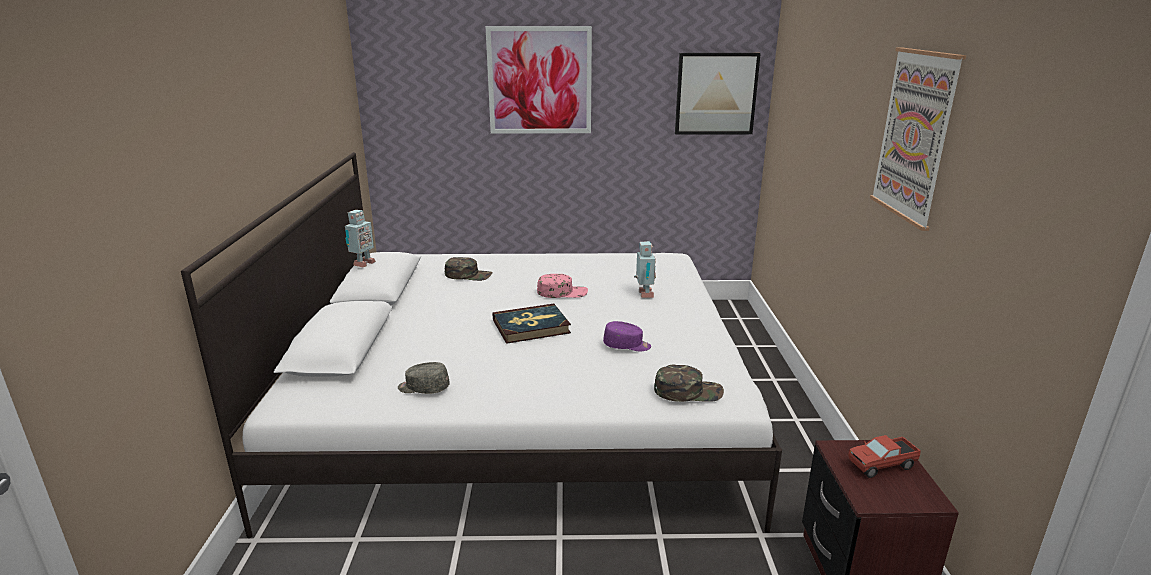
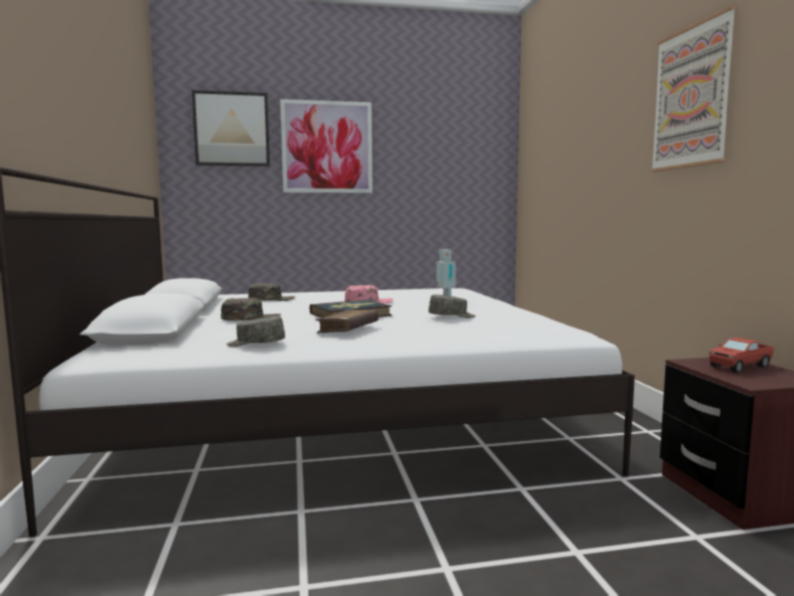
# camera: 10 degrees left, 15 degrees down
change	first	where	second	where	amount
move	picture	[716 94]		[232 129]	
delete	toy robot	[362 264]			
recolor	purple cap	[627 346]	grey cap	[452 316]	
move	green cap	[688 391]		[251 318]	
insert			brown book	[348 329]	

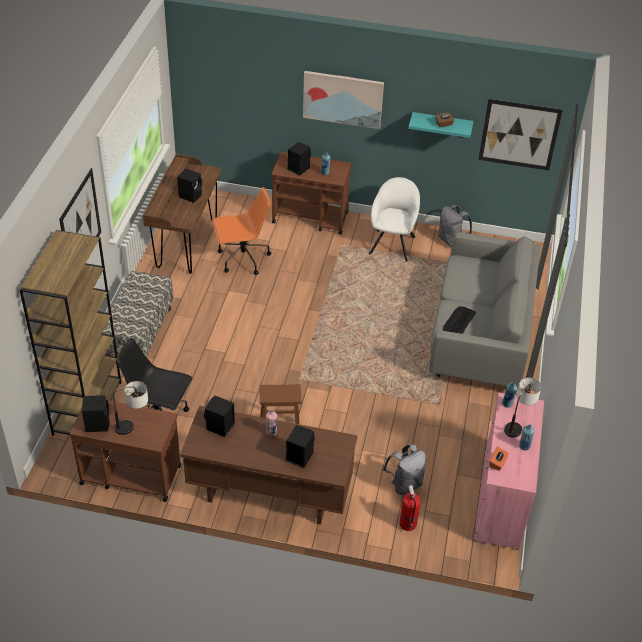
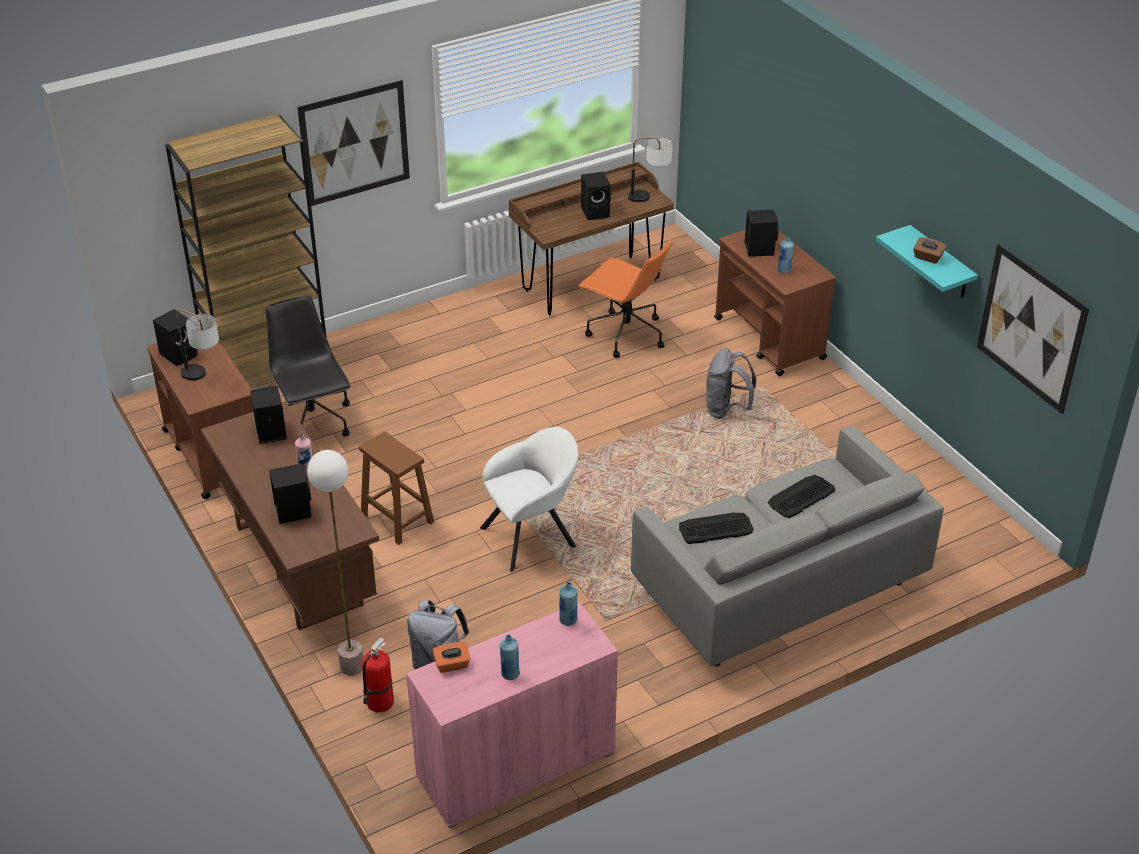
# camera: 50 degrees right, 5 degrees down
change	first	where	second	where	amount
delete	picture	[343 99]			
move	white armchair	[392 243]		[533 535]	
move	grey backpack	[451 240]		[726 409]	
delete	bench	[139 334]			
move	table lamp	[517 424]		[649 196]	
insert			floor lamp	[352 666]	
insert			keyboard	[801 497]	

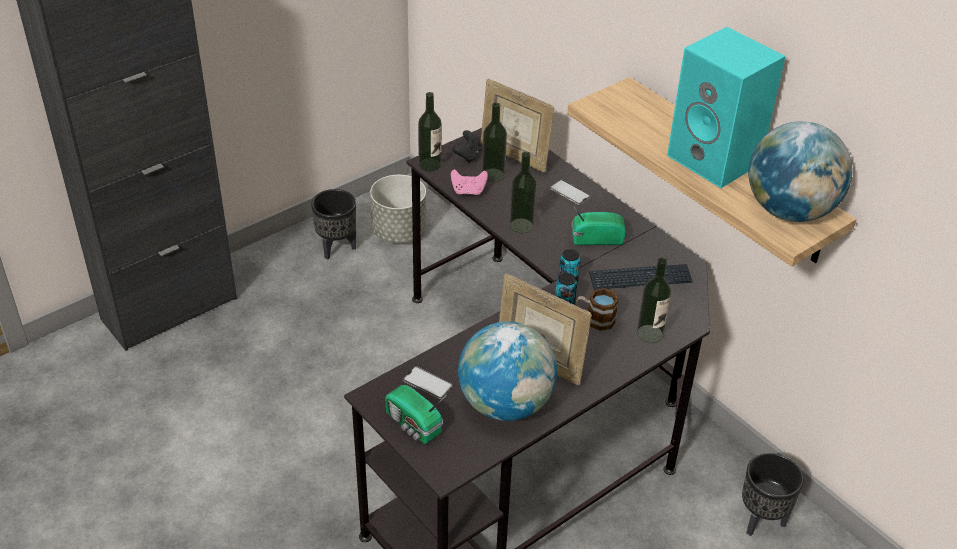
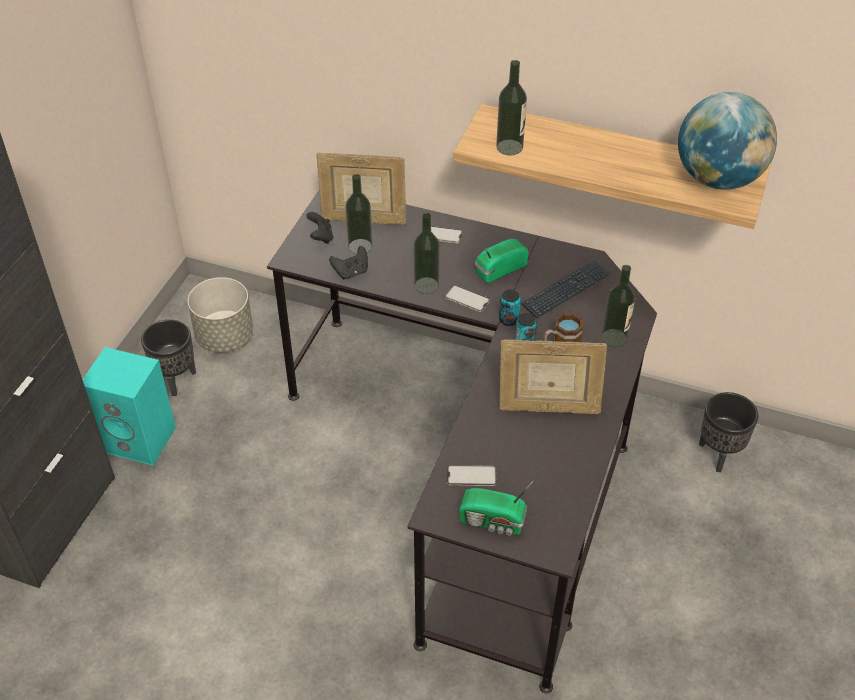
# camera: 30 degrees left, 5 degrees up
change	first	where	second	where	amount
move	turquoise speaker	[716 160]		[141 439]	
move	bottle	[430 164]		[509 147]	
recolor	pink game controller	[468 191]	black game controller	[351 272]	
delete	globe	[505 404]			
insert			phone	[467 299]	

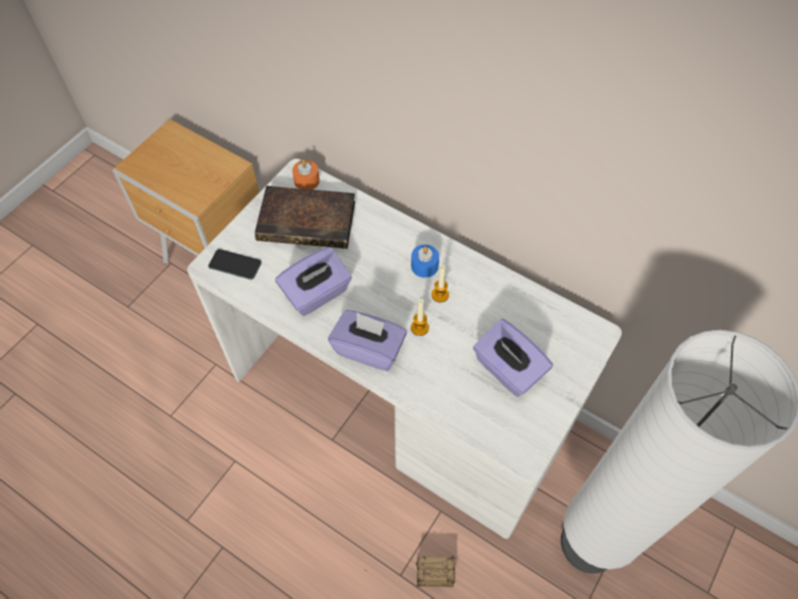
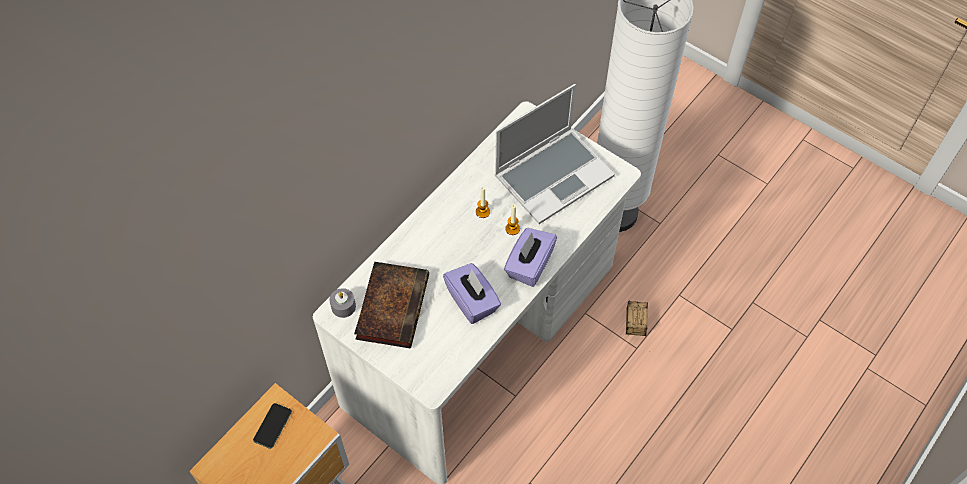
# camera: 85 degrees left, 0 degrees up
change	first	where	second	where	amount
recolor	orange candle	[306 181]	grey candle	[343 306]	
delete	blue candle	[424 266]			
move	phone	[235 265]		[272 426]	
replace	purple tissue box	[507 369]	laptop	[553 175]	

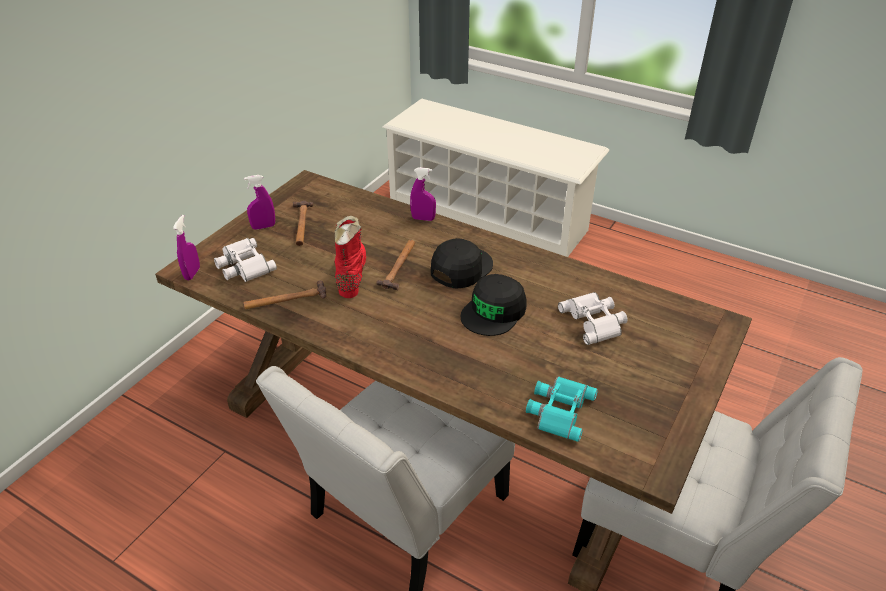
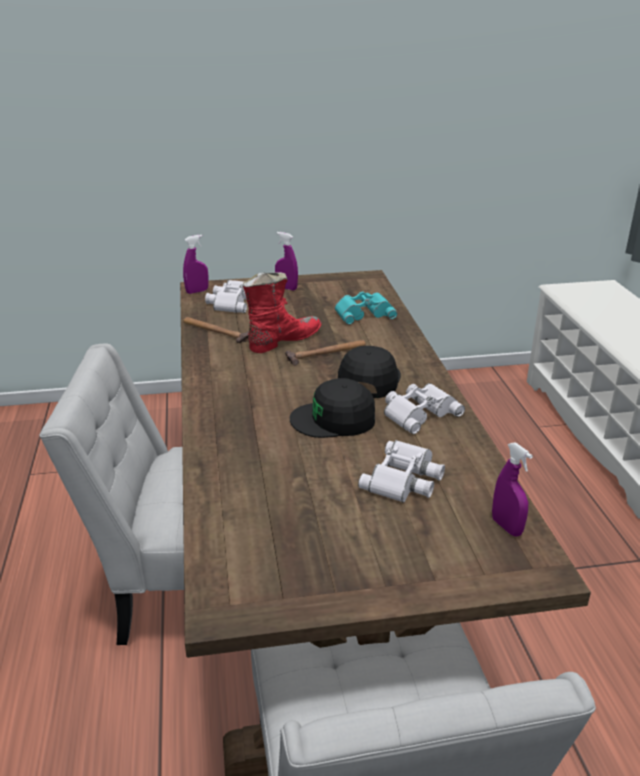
# camera: 50 degrees right, 10 degrees down
change	first	where	second	where	amount
move	purple spray bottle	[423 219]		[506 527]	
delete	hammer	[301 224]			
rotate	black cap	[461 268]		[369 379]	75 degrees counterclockwise
move	turquoise binoculars	[559 410]		[363 313]	
insert			white binoculars	[418 412]	

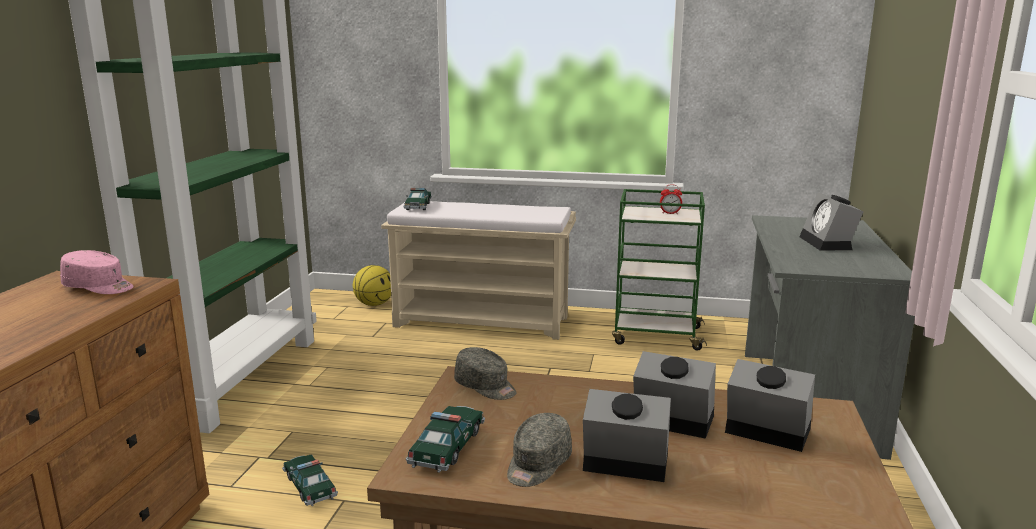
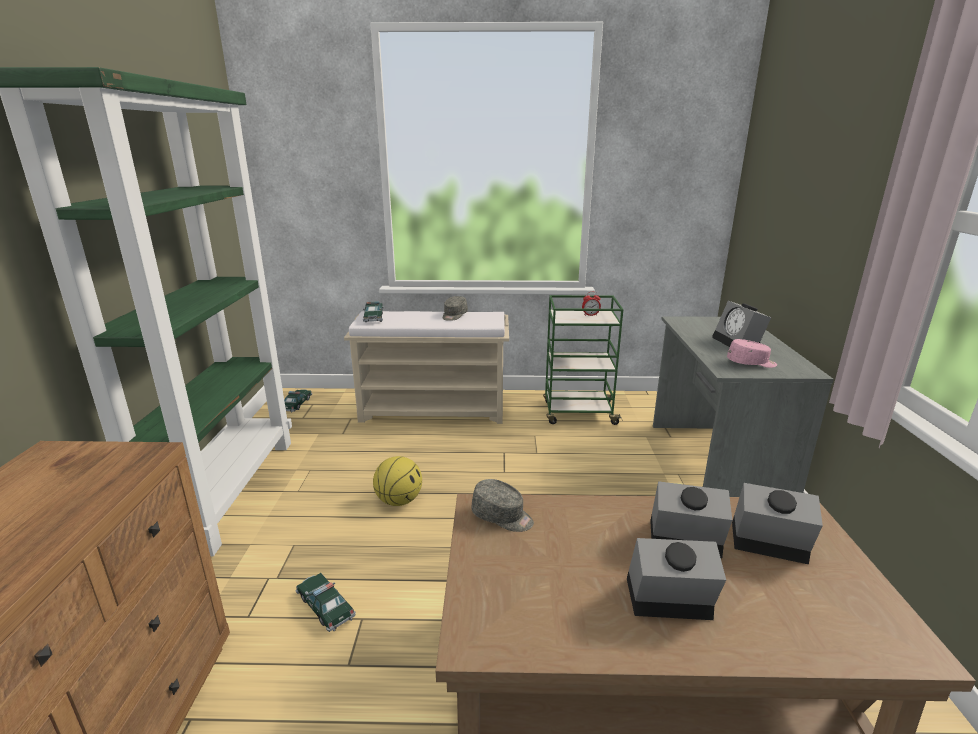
# camera: 10 degrees left, 5 degrees up
change	first	where	second	where	amount
move	pink cap	[99 287]		[751 363]	
move	basketball	[374 304]		[399 500]	
move	toy car	[447 447]		[296 404]	
move	grey cap	[537 465]		[454 315]	

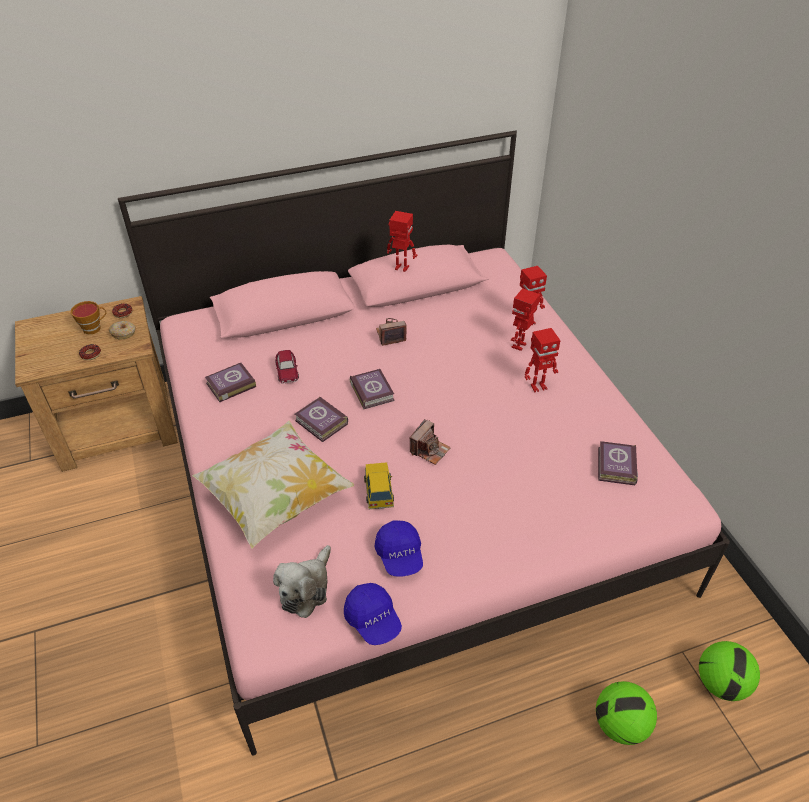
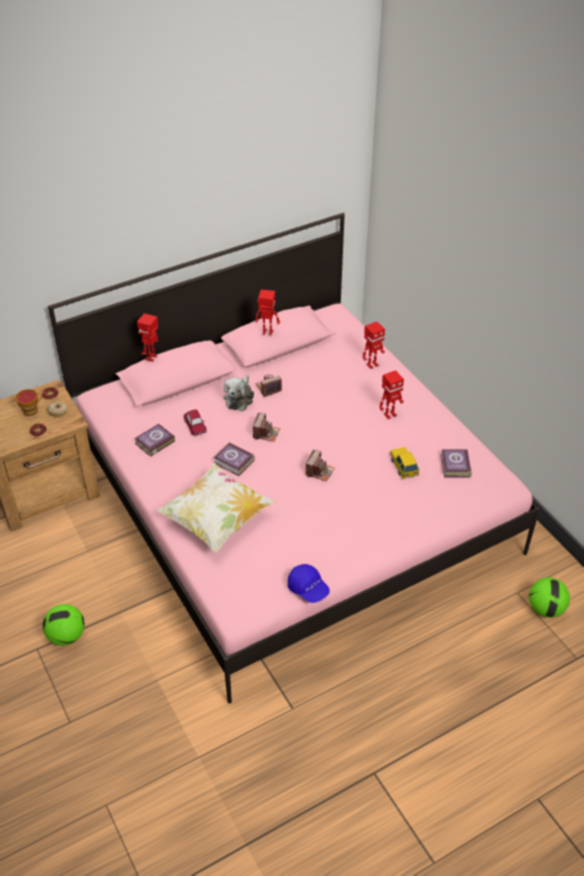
# camera: 10 degrees left, 0 degrees up
change	first	where	second	where	amount
move	toy robot	[519 346]		[152 358]	
replace	book	[372 391]	photo camera	[266 433]	
move	toy car	[378 489]		[403 465]	
delete	blue cap	[400 555]			
move	plush toy	[306 588]		[239 398]	
move	football	[619 724]		[66 636]	

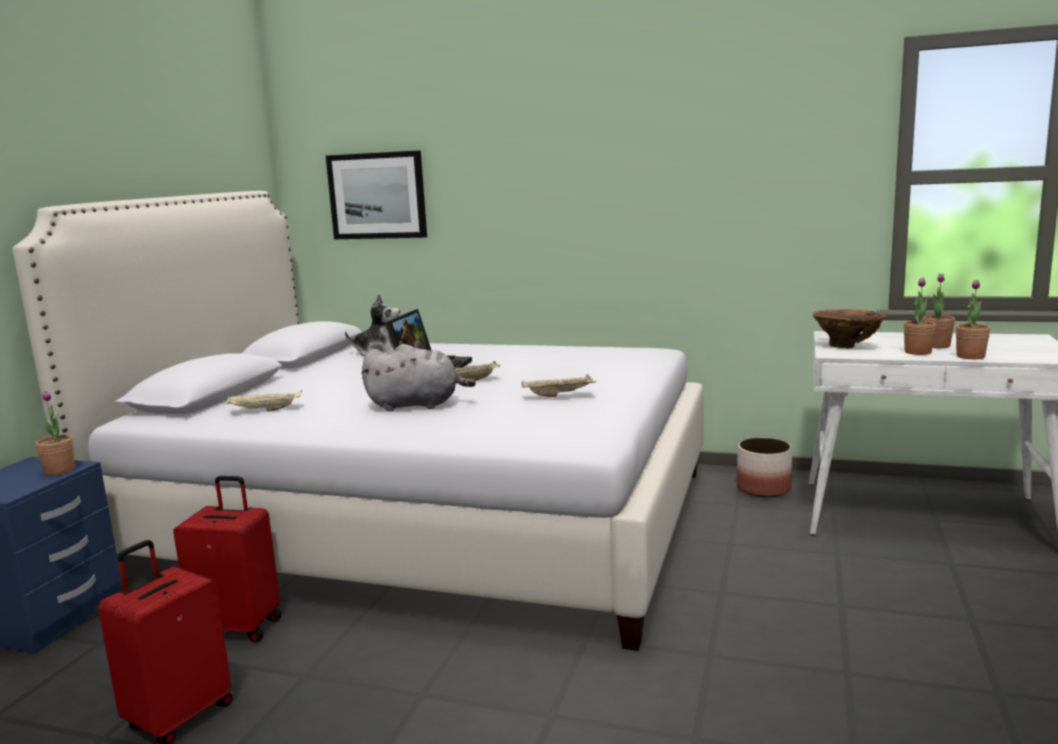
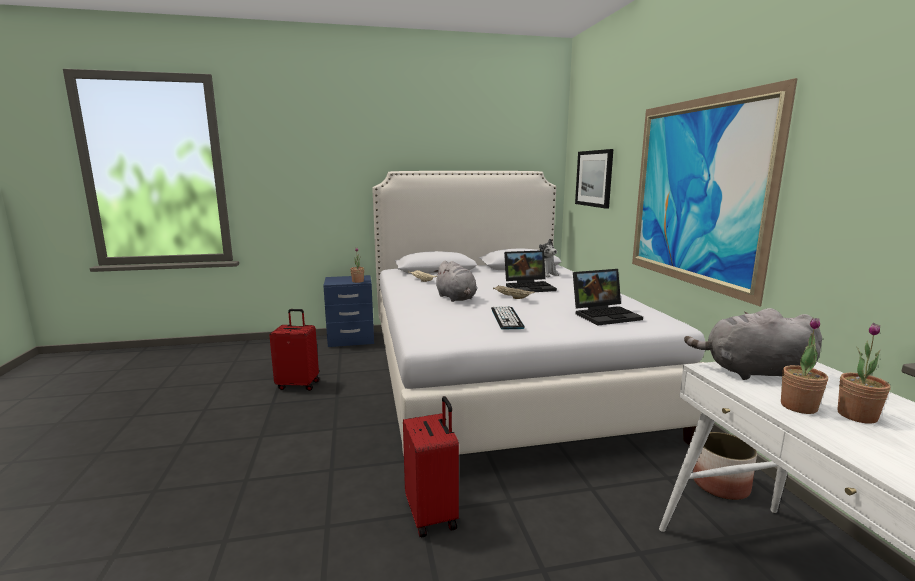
# camera: 60 degrees right, 0 degrees up
change	first	where	second	where	amount
delete	potted plant	[970 356]			
replace	brown vase	[847 347]	grey plush toy	[753 372]	
replace	beige tray	[559 395]	keyboard	[506 318]	
move	red suitcase	[239 626]		[433 514]	
insert			picture	[695 193]	
insert			laptop	[606 315]	

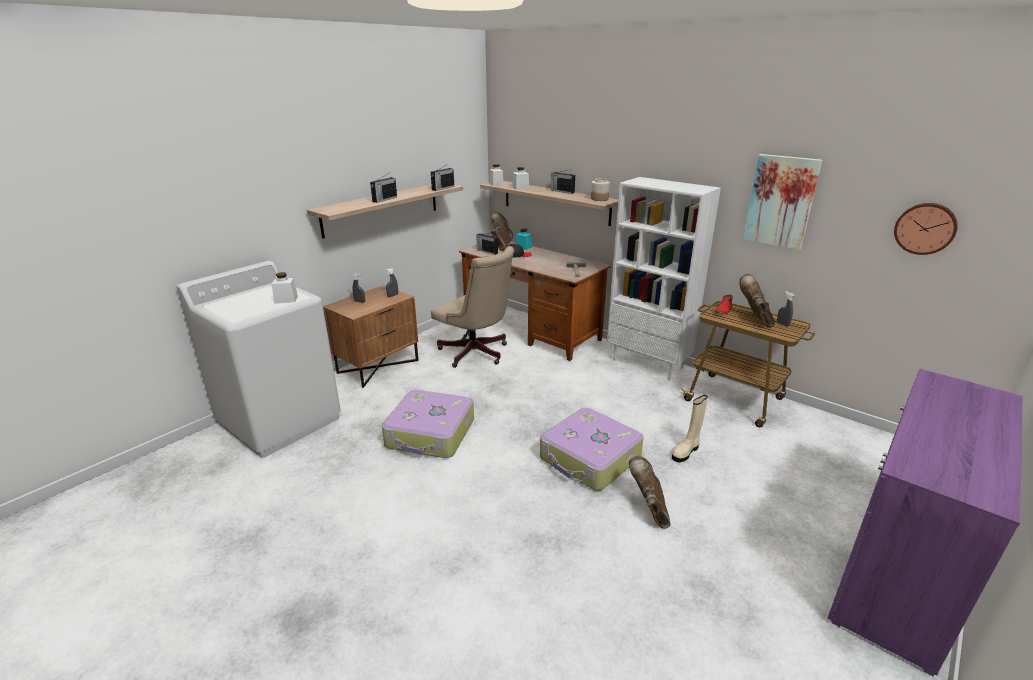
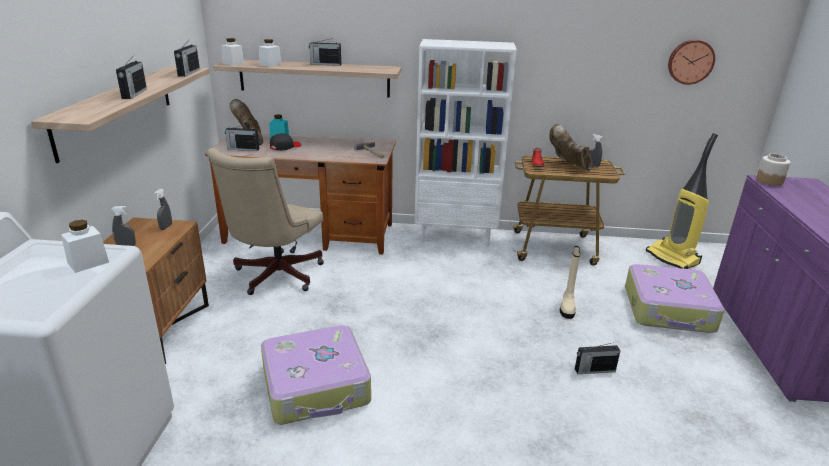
# camera: 35 degrees left, 0 degrees up
change	first	where	second	where	amount
delete	picture	[781 201]			
move	jar	[599 199]		[769 181]	
rotate	beige office chair	[476 354]		[274 276]	105 degrees clockwise
move	suitcase	[590 459]		[669 310]	
replace	brown boot	[649 508]	radio	[594 370]	
insert			vacuum cleaner	[673 258]	

